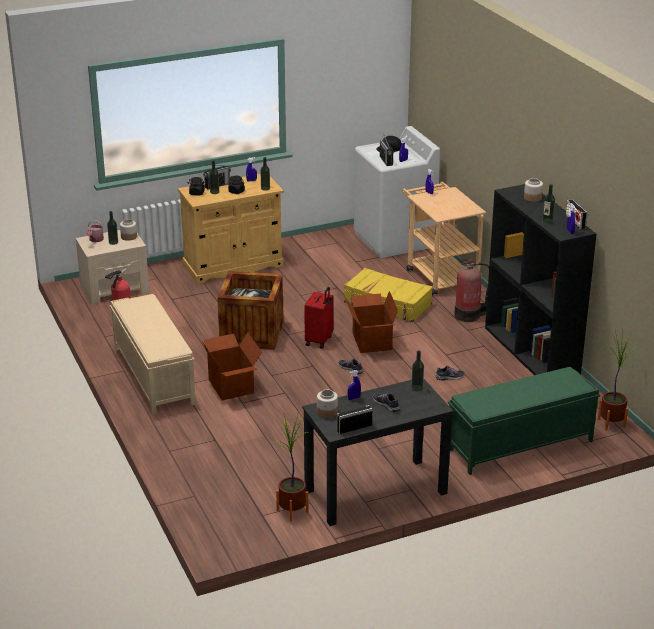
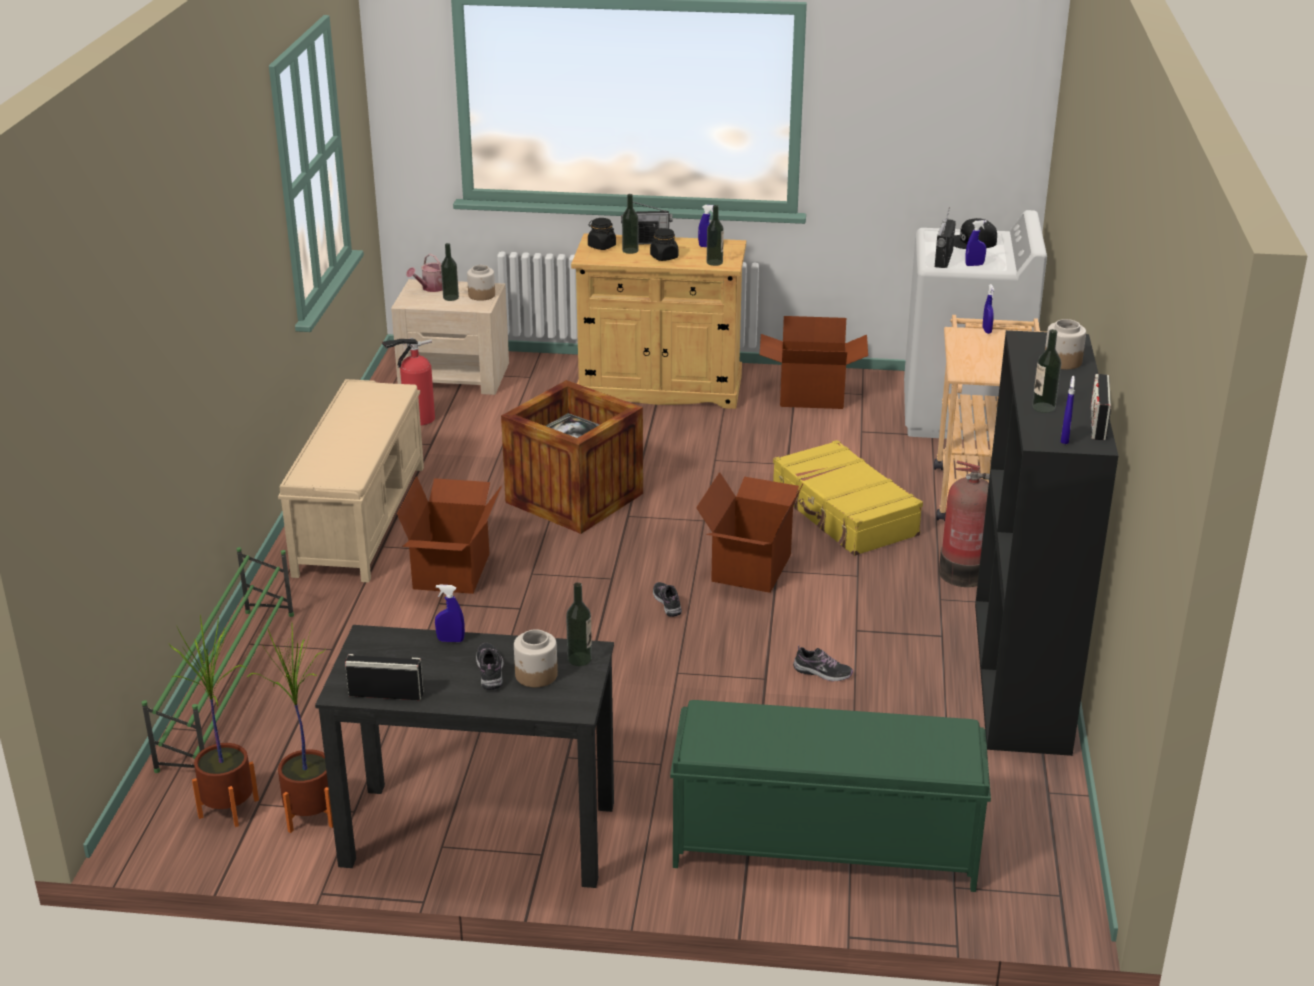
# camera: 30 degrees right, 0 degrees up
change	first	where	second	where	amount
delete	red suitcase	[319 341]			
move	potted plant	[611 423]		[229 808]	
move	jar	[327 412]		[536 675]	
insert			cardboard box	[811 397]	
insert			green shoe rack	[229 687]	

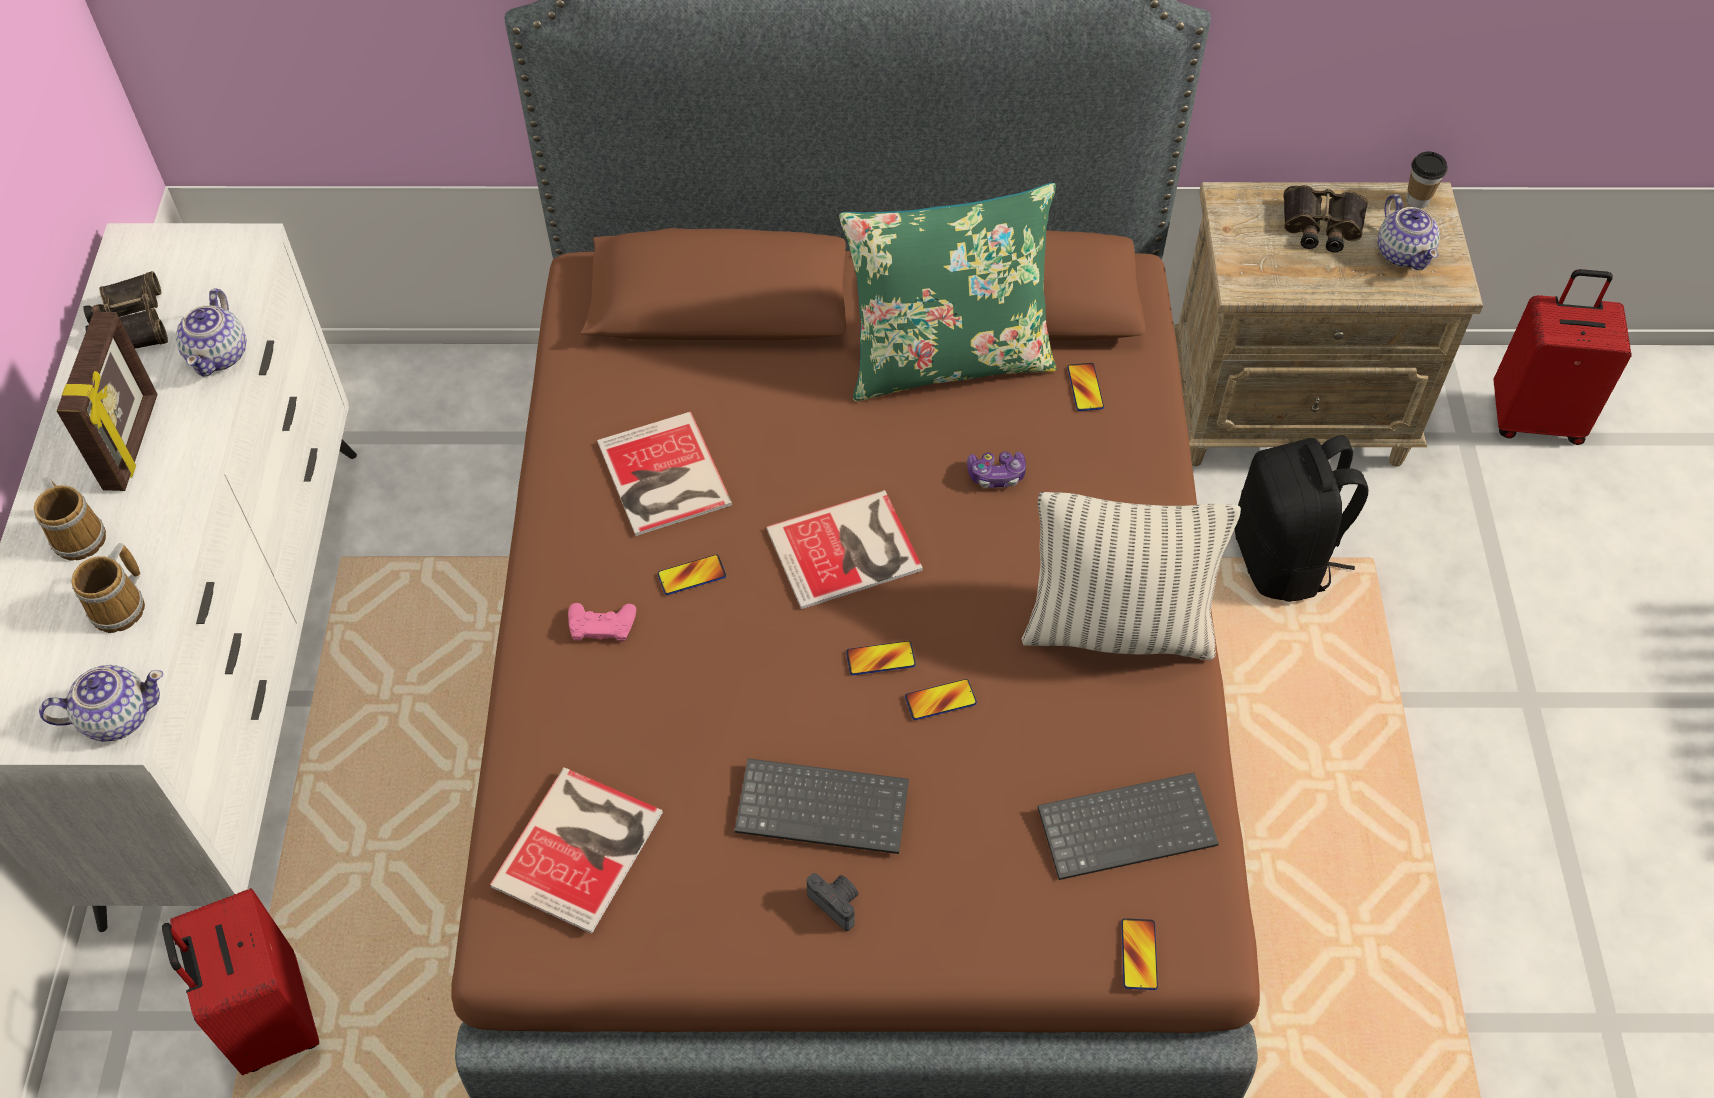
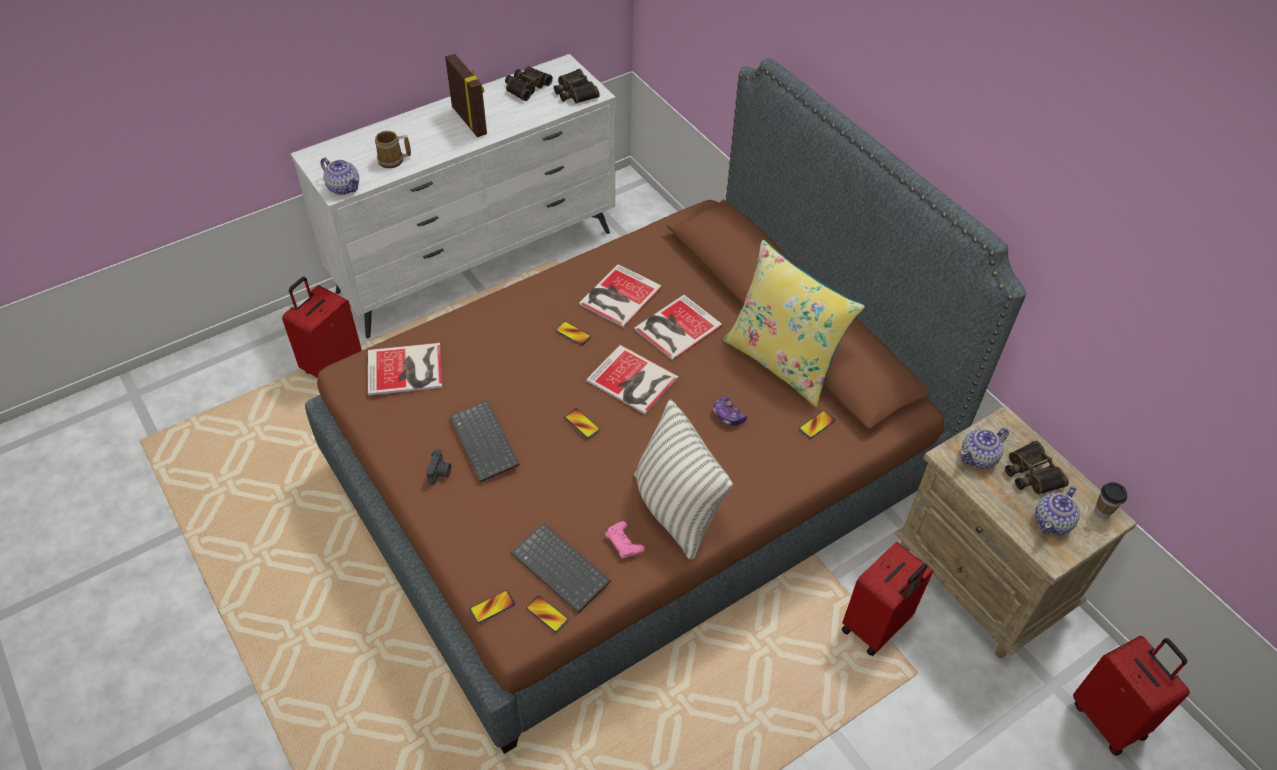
# camera: 55 degrees right, 5 degrees down
change	first	where	second	where	amount
recolor	green pillow	[947 359]	yellow pillow	[782 362]	
move	teapot	[219 354]		[979 457]	
rotate	picture frame	[133 442]		[470 120]	90 degrees counterclockwise
replace	black backpack	[1283 559]	red suitcase	[876 626]	
delete	mug	[79 535]			
move	pink game controller	[602 625]		[624 543]	
move	phone	[940 700]		[547 614]	
insert			binoculars	[574 92]	
insert			book	[675 327]	

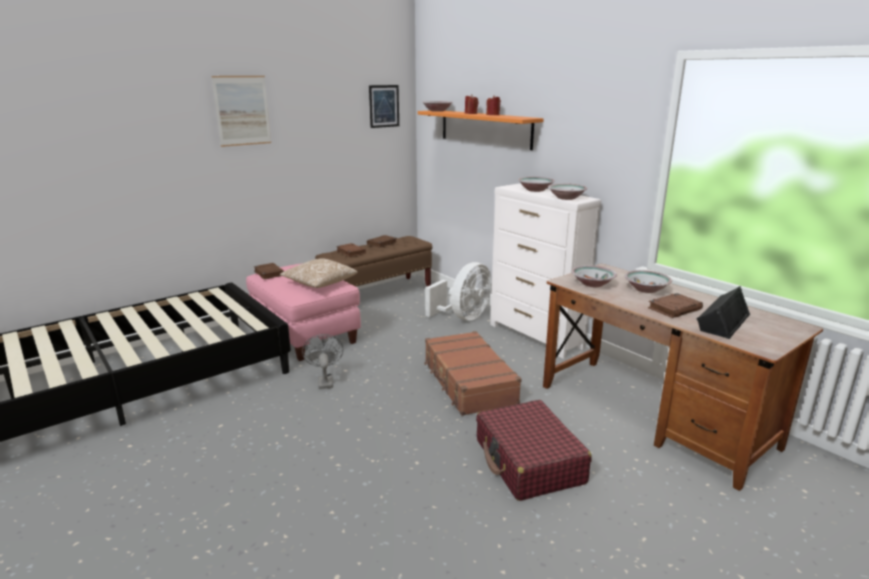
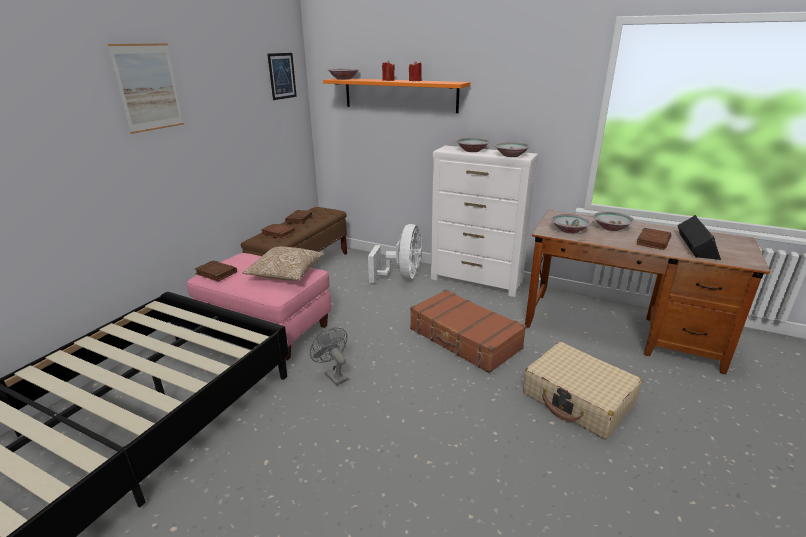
# camera: 25 degrees left, 5 degrees up
change	first	where	second	where	amount
recolor	red suitcase	[529 462]	beige suitcase	[578 399]	

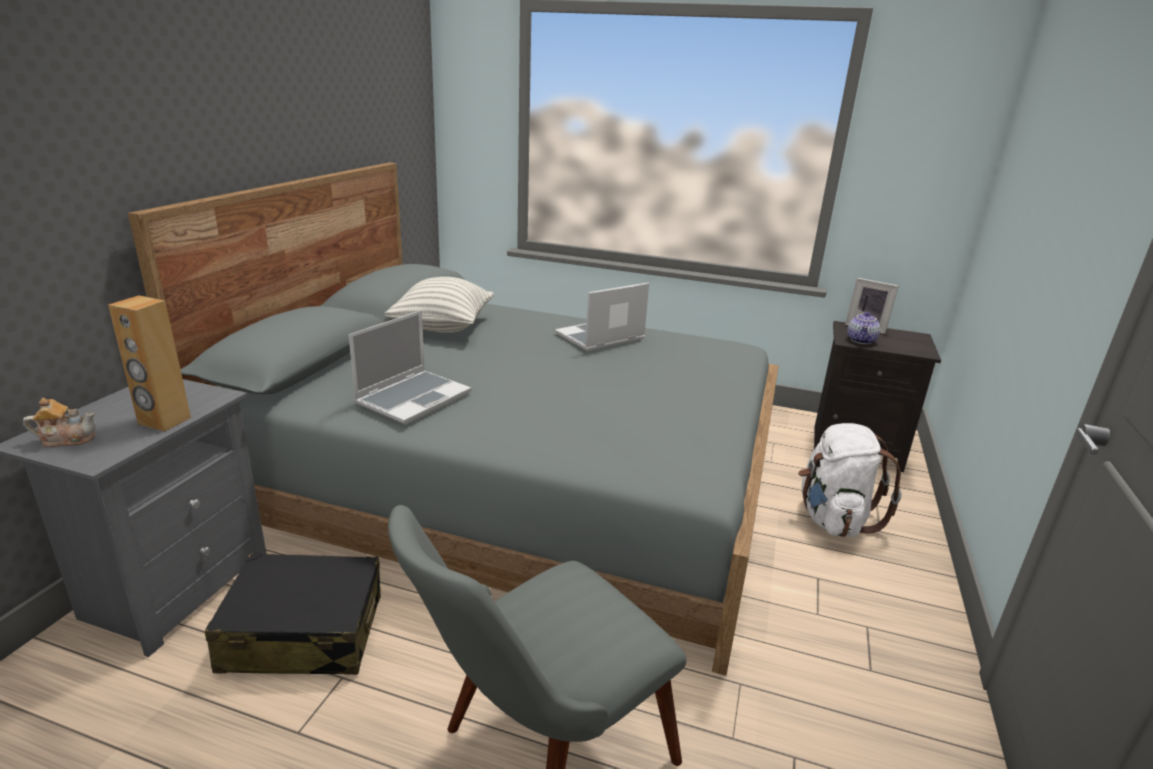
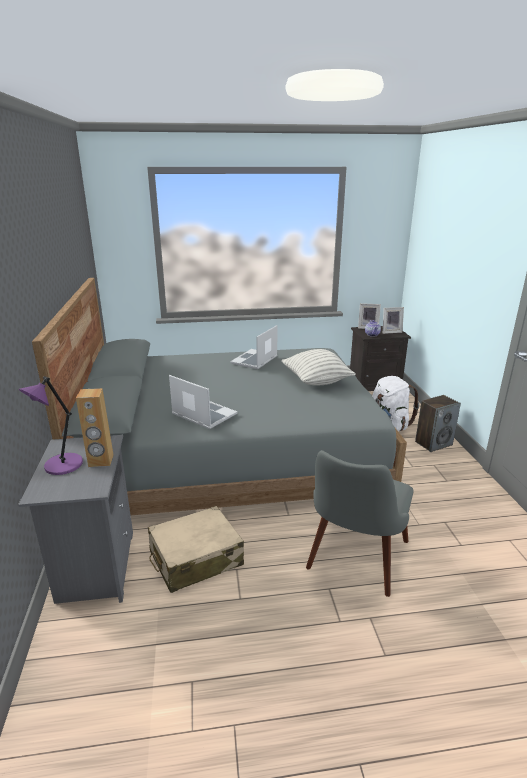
# camera: 25 degrees left, 0 degrees up
change	first	where	second	where	amount
move	pillow	[442 327]		[316 381]	
rotate	laptop	[414 398]		[203 414]	60 degrees counterclockwise
delete	teapot	[67 439]			
recolor	black suitcase	[303 633]	beige suitcase	[195 559]	
insert			picture frame	[390 331]	
insert			purple table lamp	[61 466]	
insert			speaker	[433 443]	

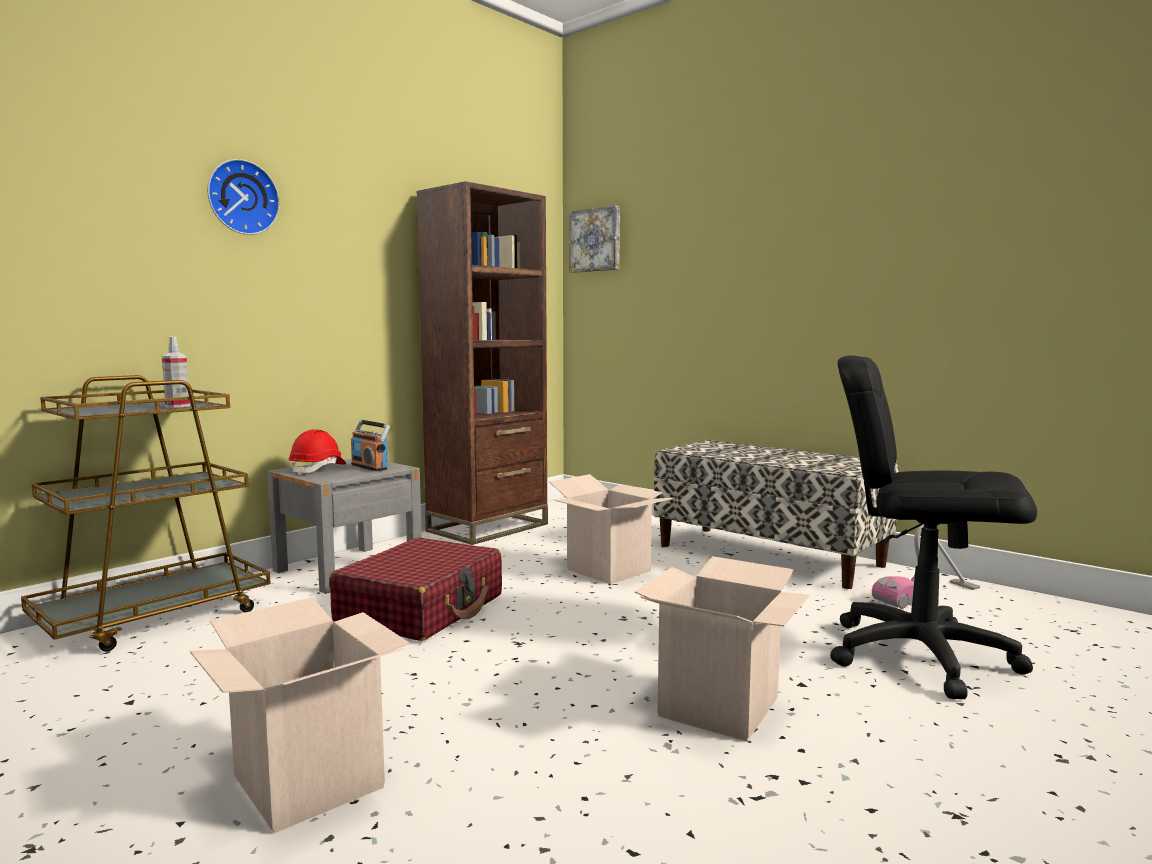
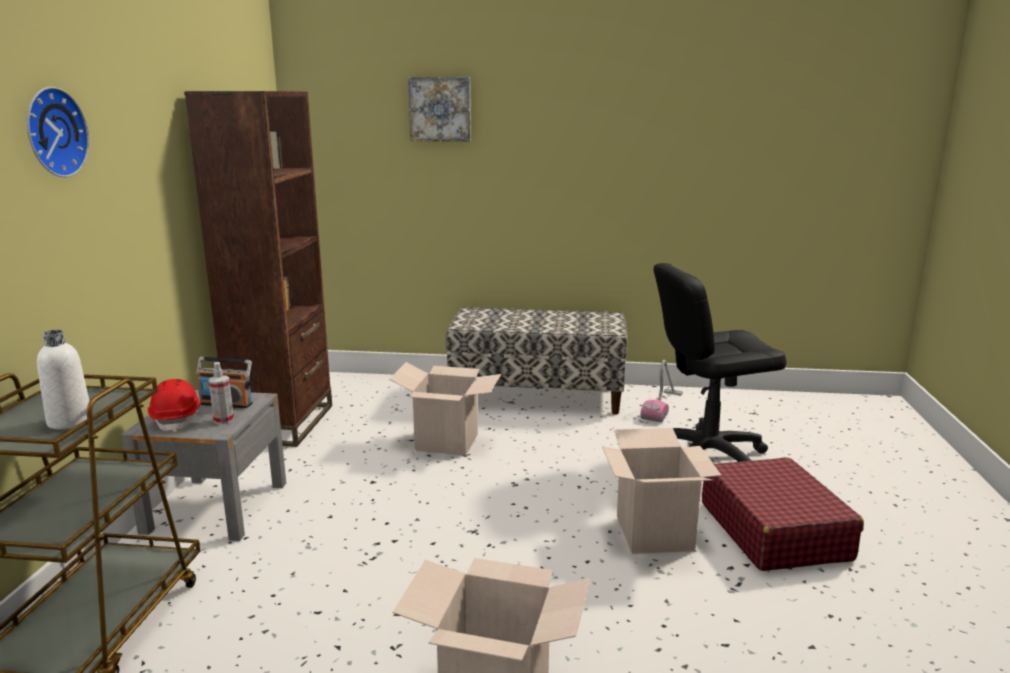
# camera: 35 degrees left, 10 degrees up
change	first	where	second	where	amount
move	picture	[596 240]		[440 109]	
move	spray bottle	[177 406]		[224 420]	
move	red suitcase	[422 609]		[773 530]	
insert			white bottle	[70 421]	

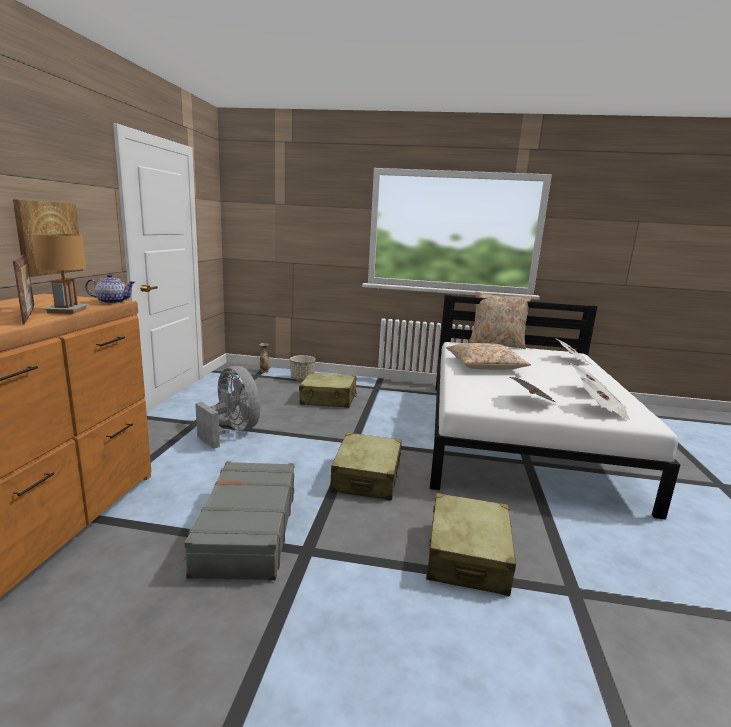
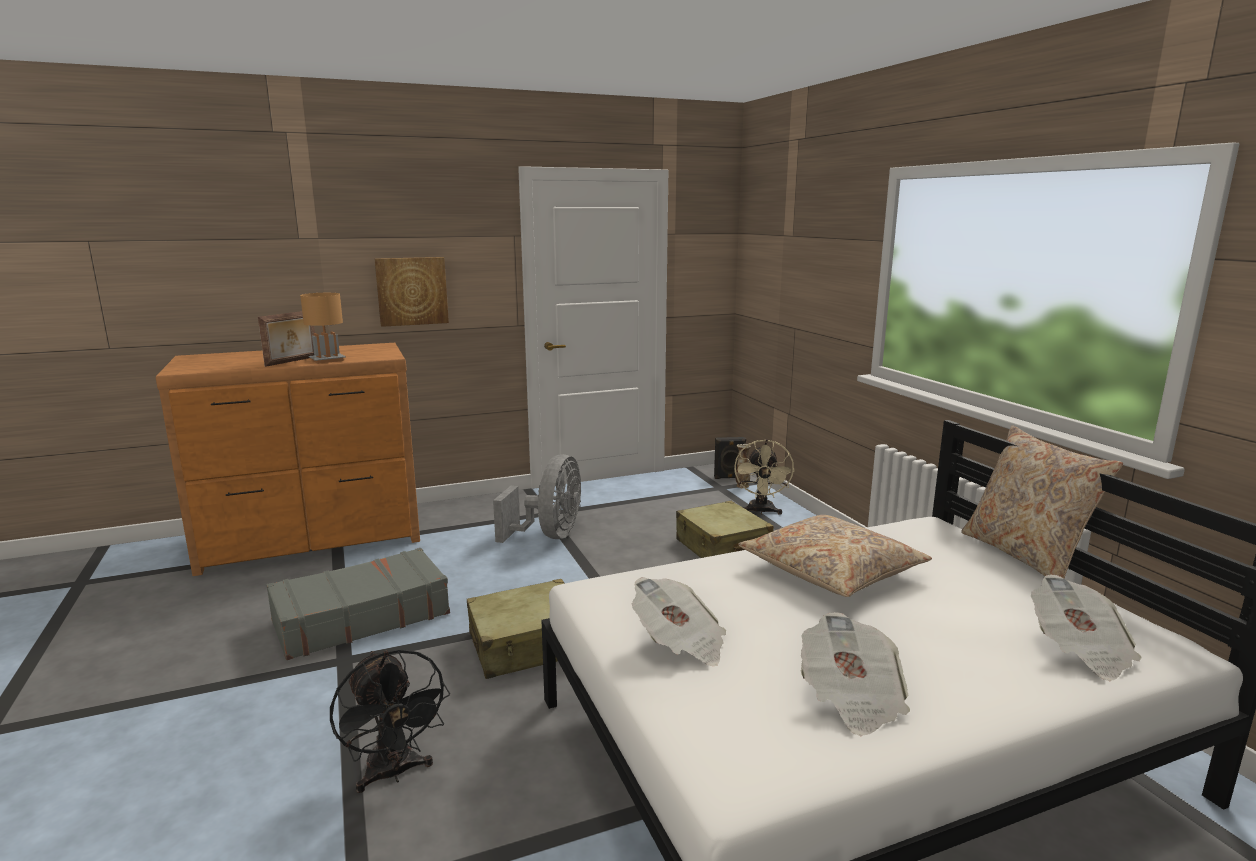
# camera: 60 degrees right, 0 degrees up
change	first	where	second	where	amount
delete	teapot	[112 302]			
replace	planter	[302 379]	beige fan	[761 511]	
delete	newspaper	[603 411]			
replace	beige suitcase	[467 556]	black fan	[394 773]	
insert			black speaker	[729 477]	

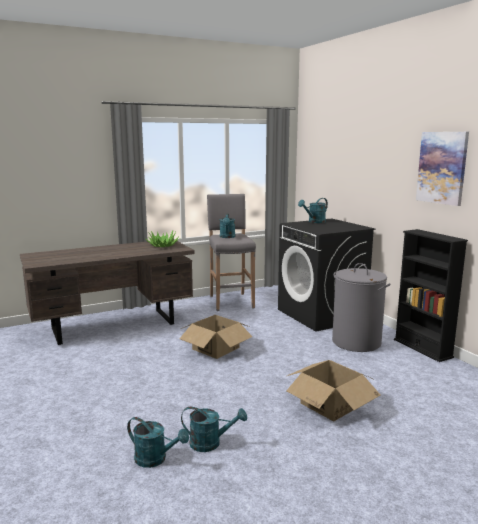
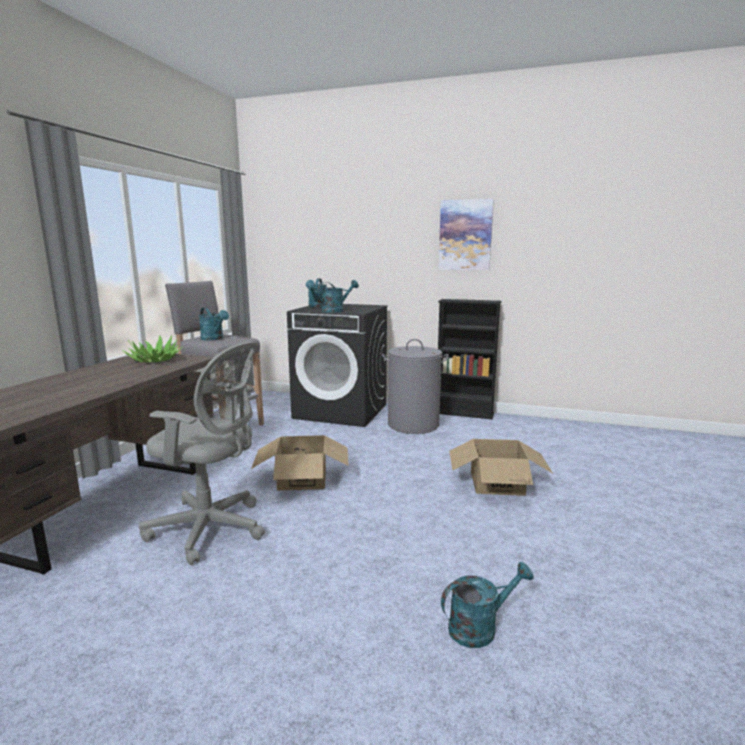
# camera: 45 degrees left, 0 degrees up
change	first	where	second	where	amount
move	turquoise watering can	[211 443]		[336 310]	
insert			grey office chair	[212 529]	

